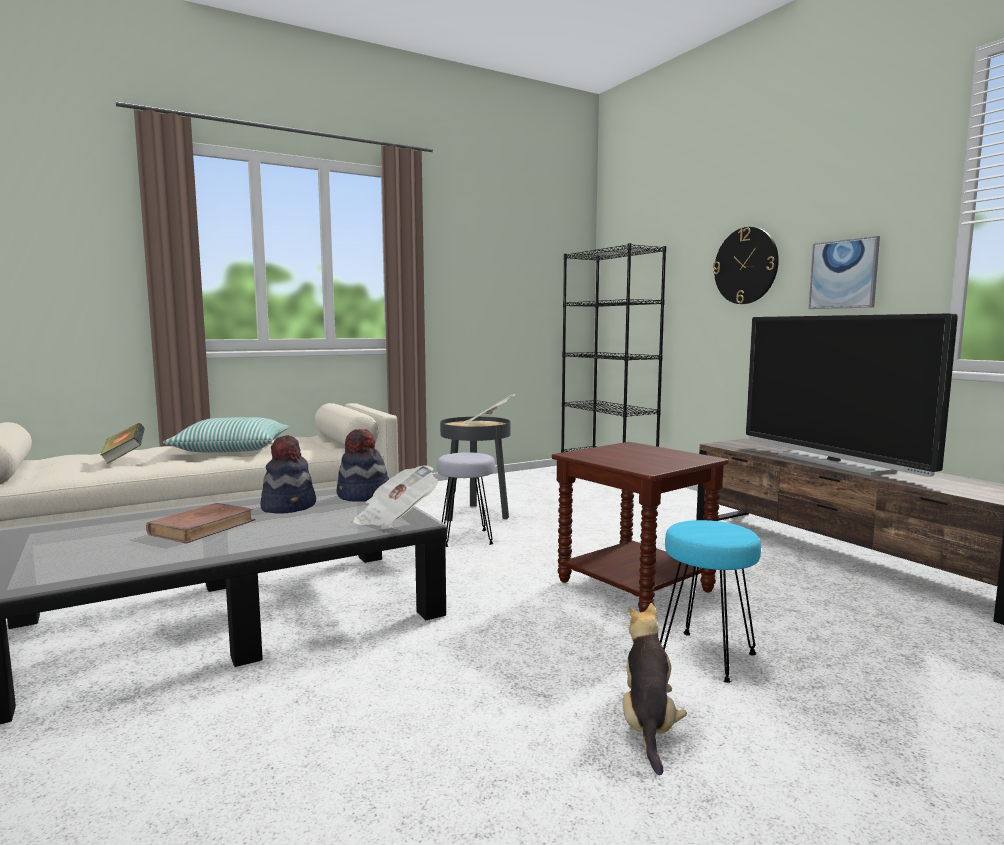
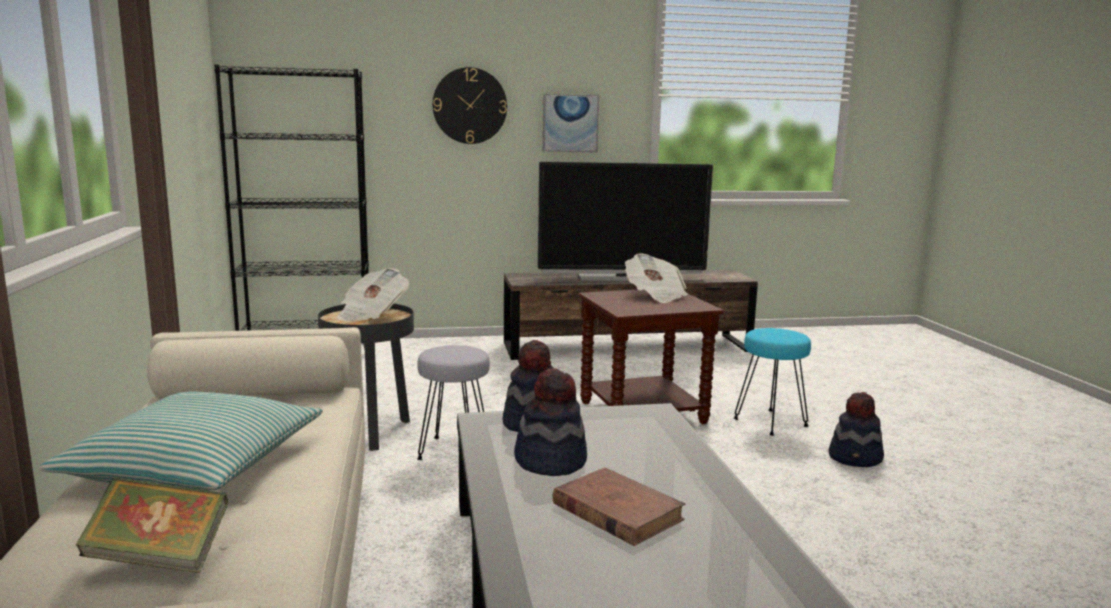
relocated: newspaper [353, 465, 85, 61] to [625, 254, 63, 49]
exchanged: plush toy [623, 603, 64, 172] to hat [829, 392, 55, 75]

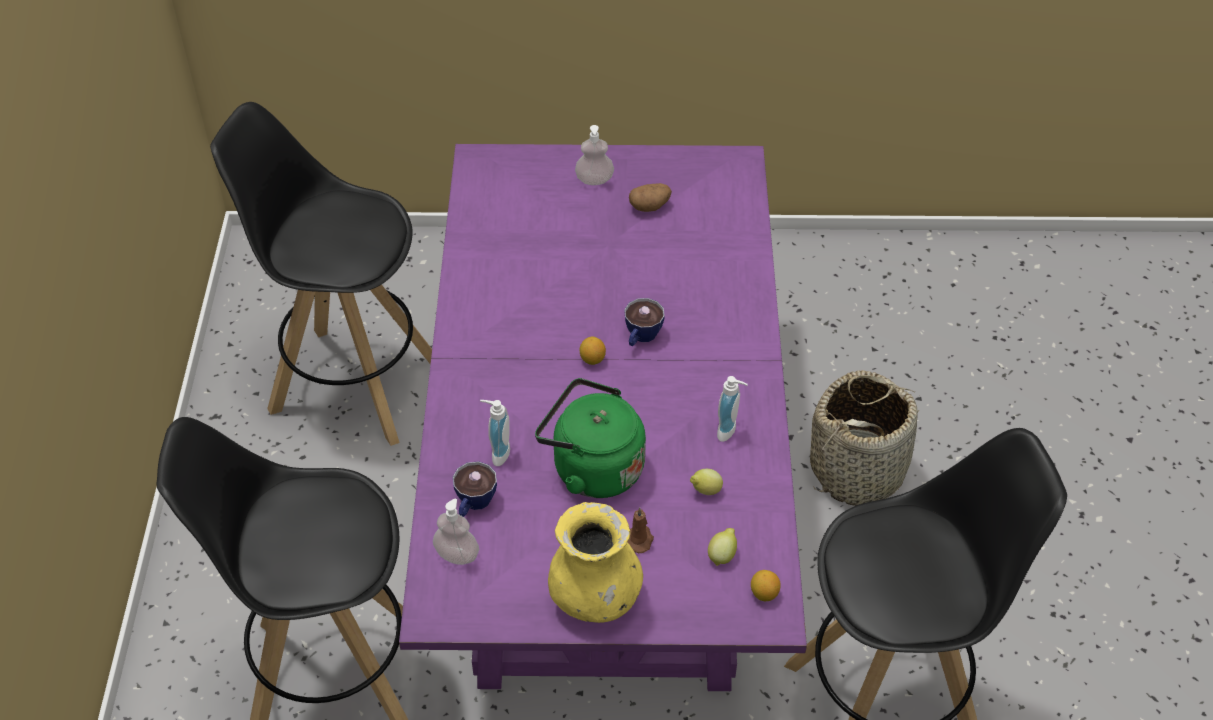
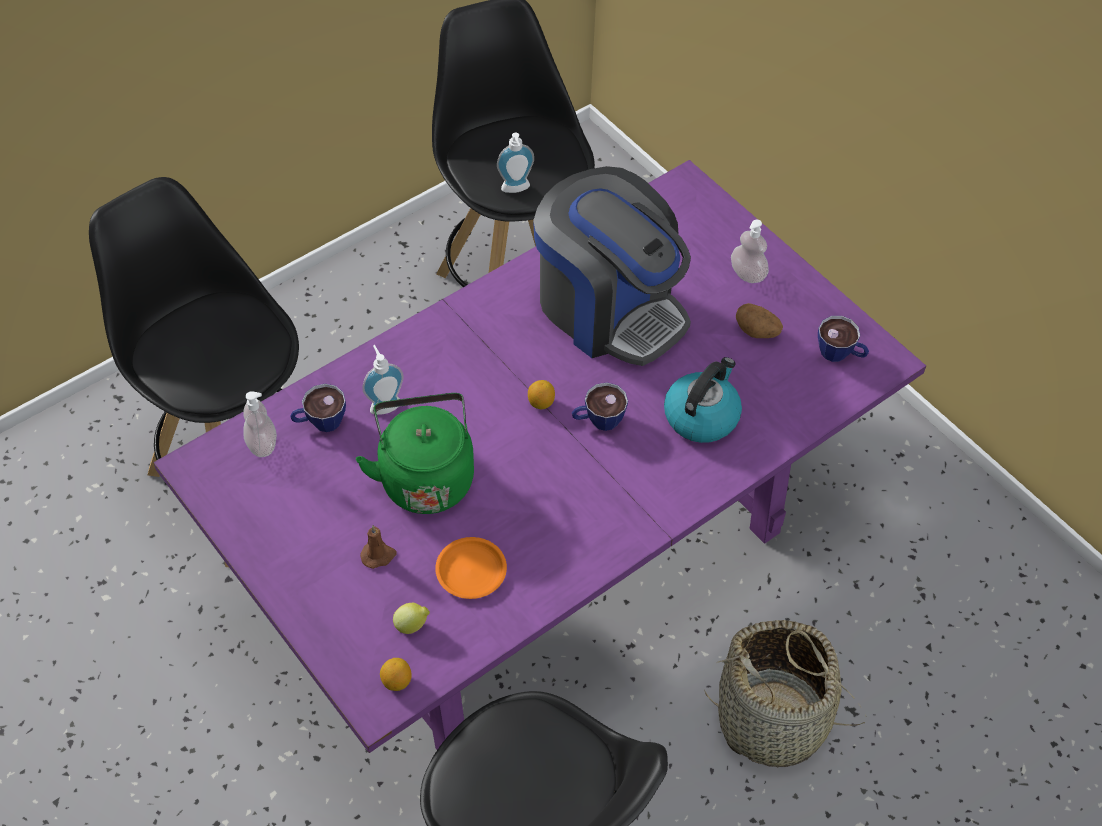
missing: yellow vase [548, 502, 95, 121]
appeared: coffee machine [533, 166, 158, 200]; cup [818, 316, 51, 46]; kettle [664, 357, 78, 86]
relocated: soap dispenser [717, 376, 31, 66] to [497, 133, 37, 60]
exchanged: lemon [690, 469, 33, 26] to orange plate [435, 537, 72, 62]

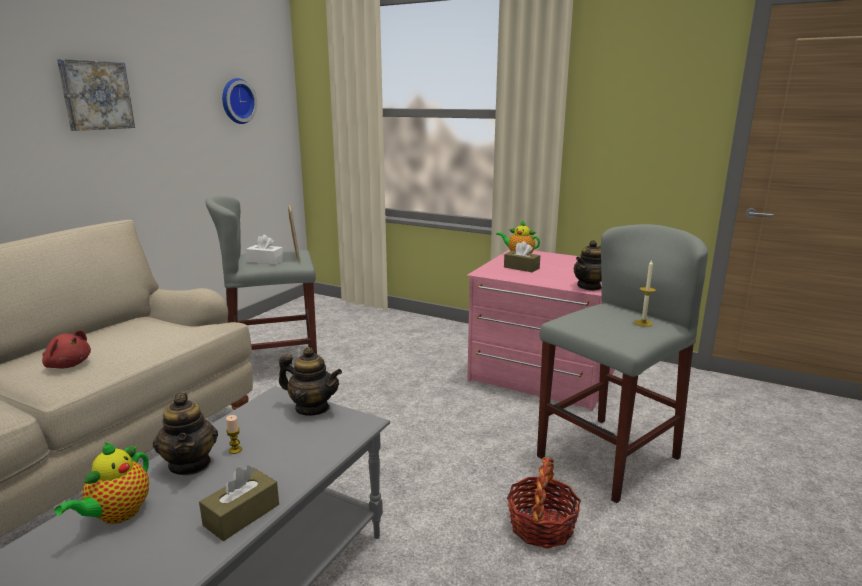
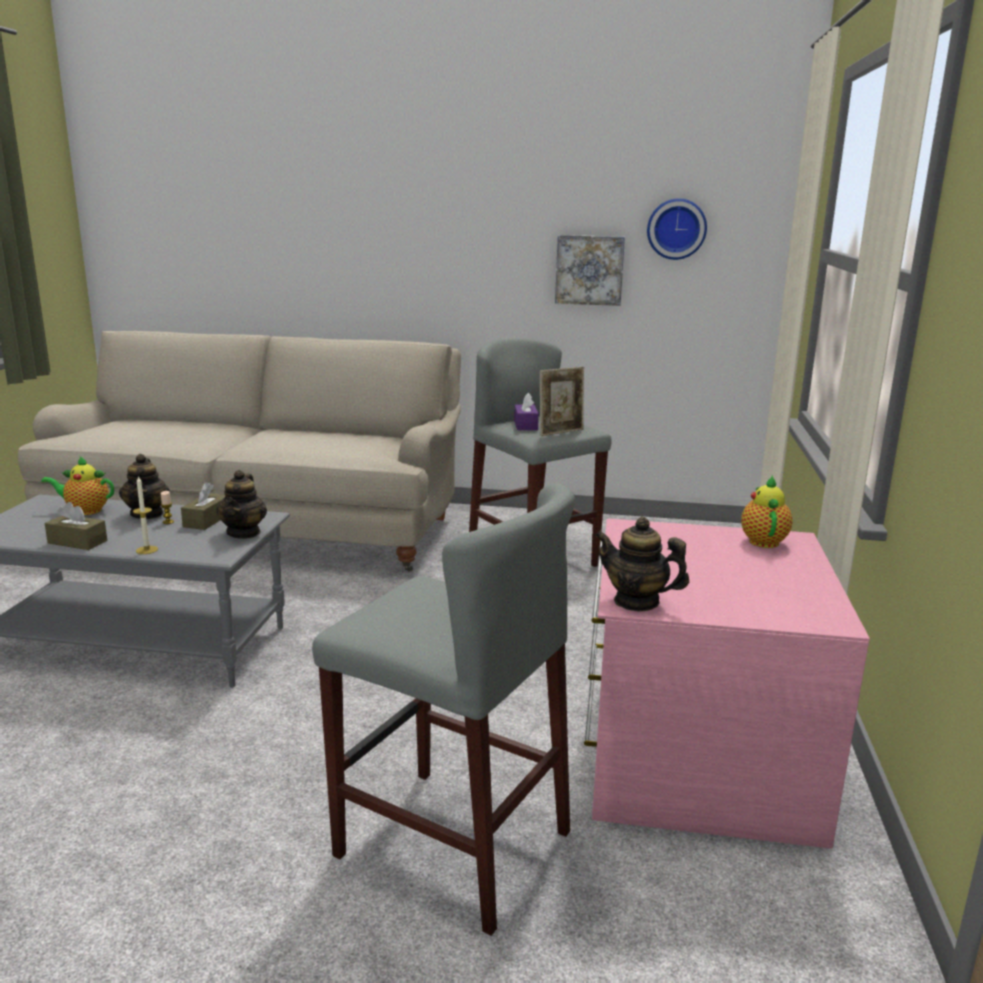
missing: red plush toy [42, 330, 49, 38]; basket [507, 458, 74, 91]
relocated: picture [57, 59, 78, 72] to [555, 235, 70, 71]; brown tissue box [504, 241, 36, 31] to [181, 482, 44, 48]; candle [634, 260, 22, 67] to [133, 476, 25, 78]
colour: white tissue box [246, 234, 38, 31] to purple tissue box [514, 393, 25, 37]
spun: teapot [153, 392, 65, 83] = [119, 454, 51, 65] 60 degrees counterclockwise

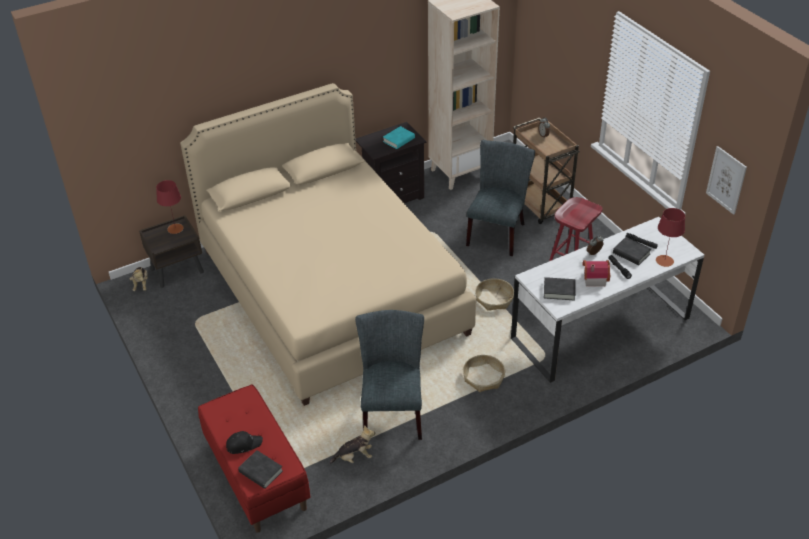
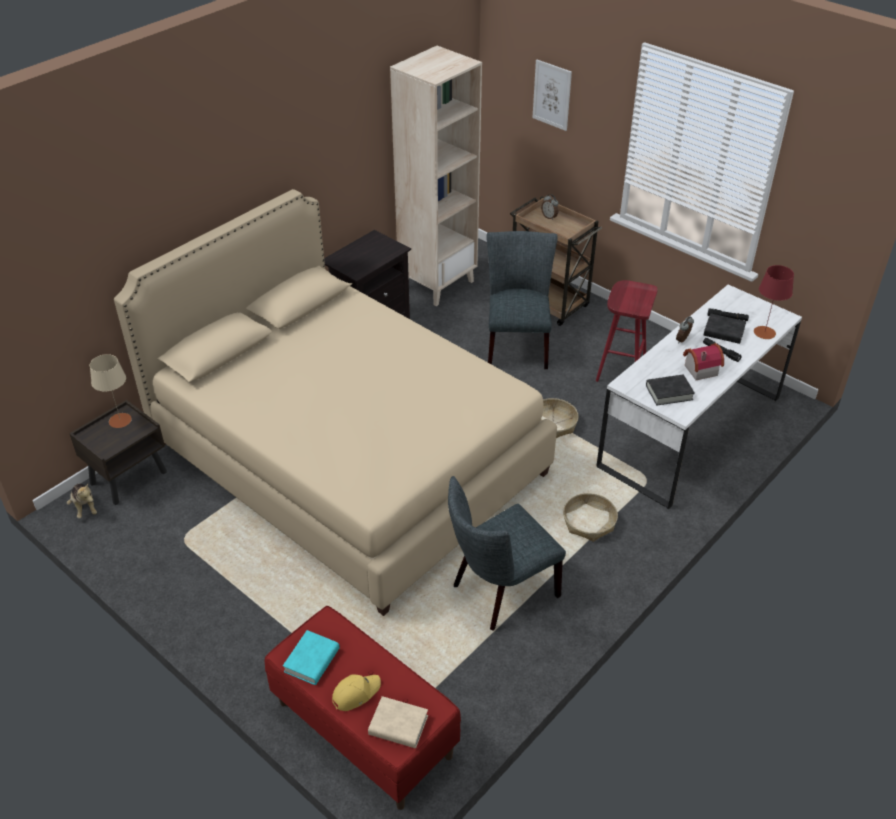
missing: plush toy [329, 425, 46, 39]
relocated: turquoise book [383, 126, 32, 23] to [283, 630, 57, 55]; picture [706, 146, 41, 69] to [532, 59, 40, 72]
colour: red table lamp [156, 180, 28, 54] to beige table lamp [90, 354, 42, 74]; black cap [226, 431, 37, 23] to yellow cap [332, 675, 49, 36]; black book [238, 450, 45, 39] to beige book [368, 696, 60, 52]
spun: grey chair [355, 310, 69, 130] = [448, 476, 118, 155] 105 degrees counterclockwise

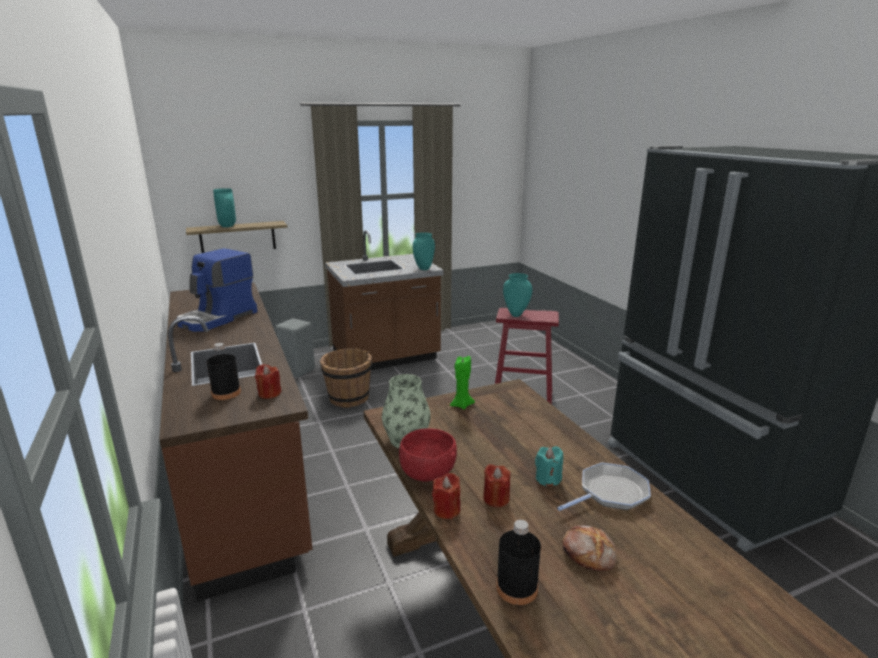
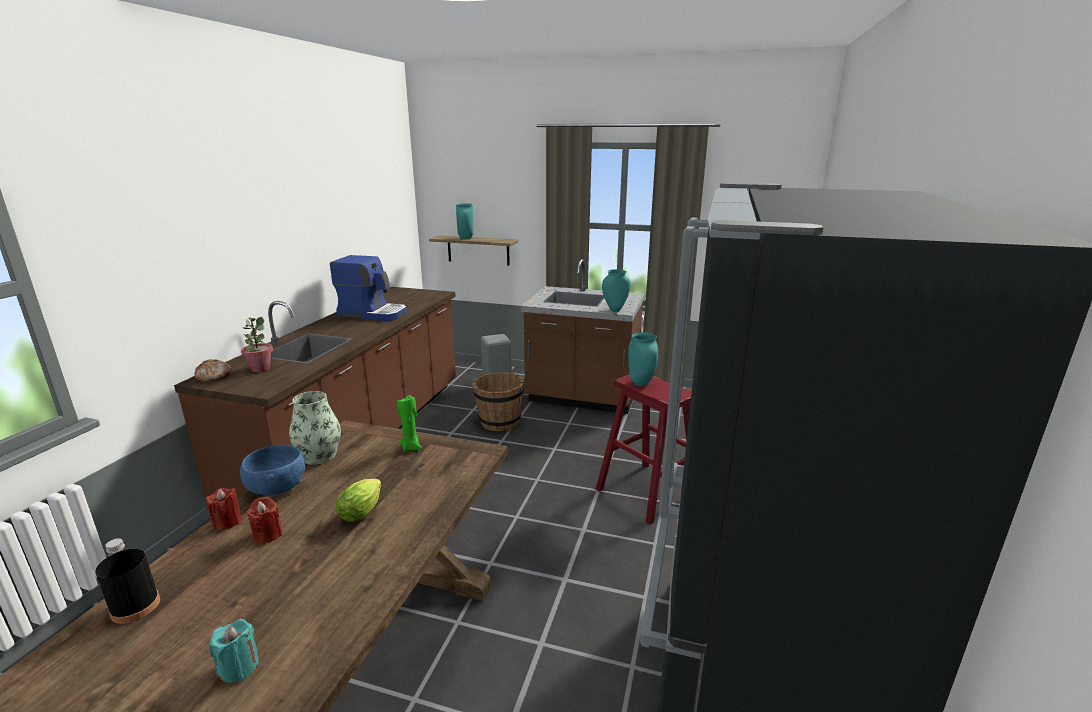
missing: red candle [255, 364, 27, 35]; frying pan [557, 462, 94, 49]
appeared: lettuce [336, 479, 45, 43]
relocated: turquoise candle [535, 446, 28, 41] to [209, 619, 50, 64]; bread [562, 526, 55, 45] to [195, 359, 36, 23]
exchanged: black bottle [207, 343, 34, 57] to potted plant [241, 317, 32, 55]
colour: red bowl [399, 428, 58, 53] to blue bowl [240, 445, 65, 50]
spun: coffee machine [177, 248, 81, 84] = [330, 255, 77, 66] 150 degrees counterclockwise

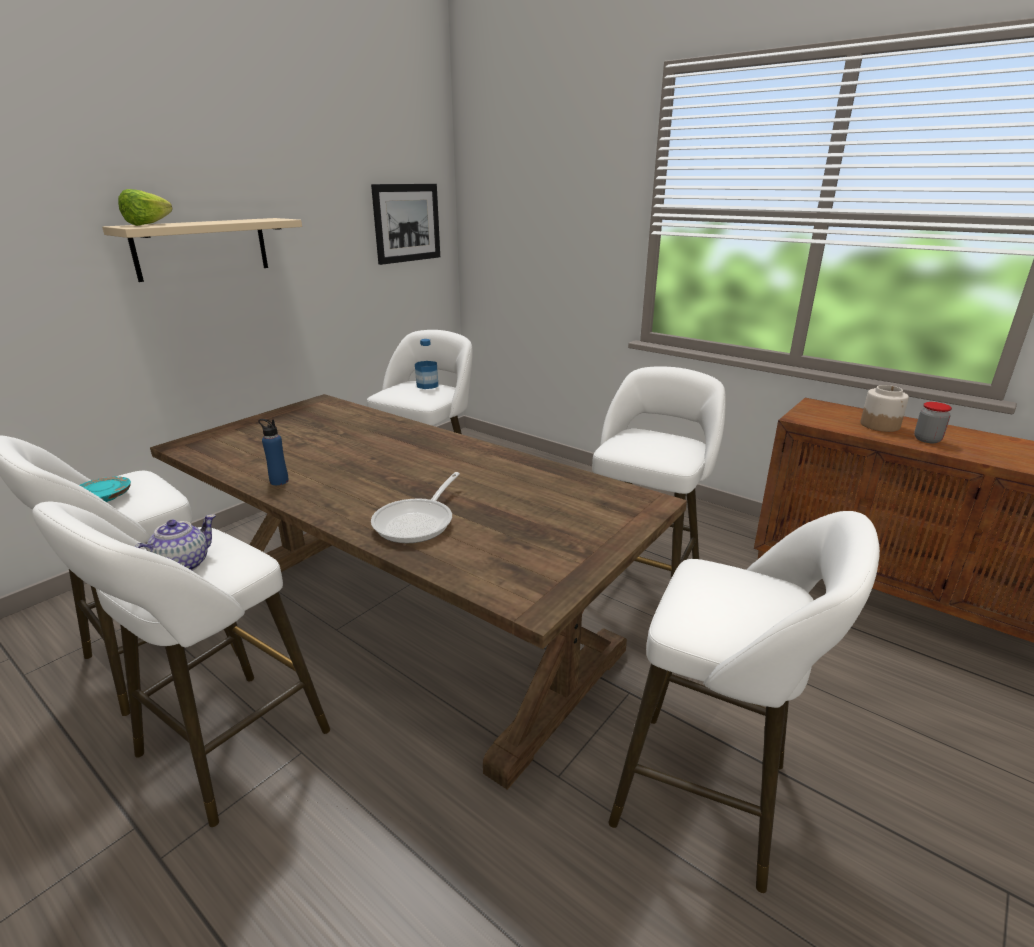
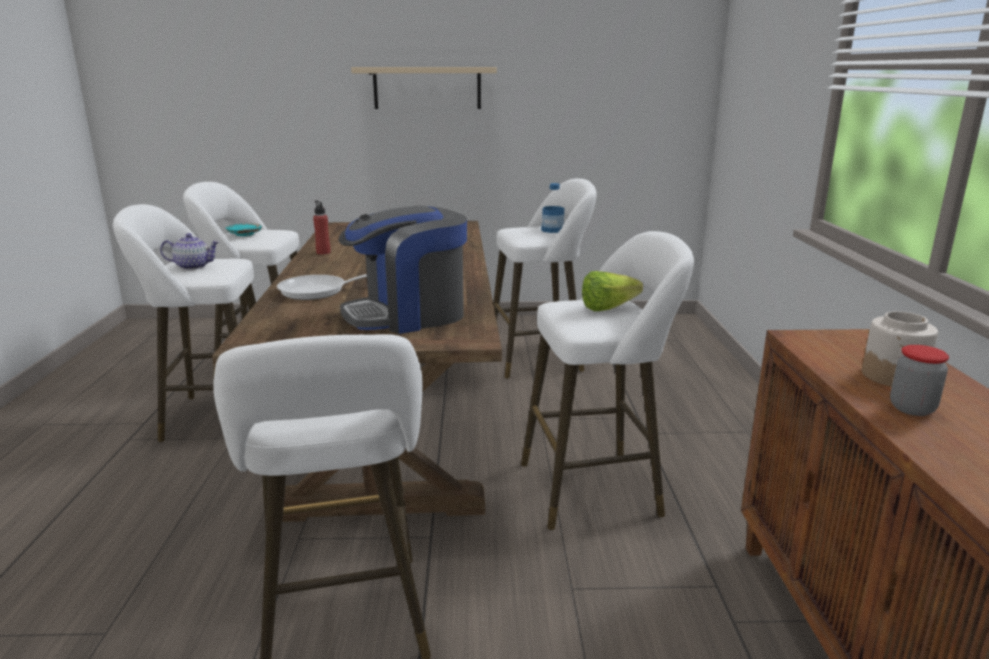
missing: picture [371, 184, 69, 81]
appeared: coffee machine [339, 205, 128, 129]
relocated: lettuce [118, 189, 54, 37] to [582, 271, 61, 40]
colour: blue bottle [258, 419, 31, 66] to red bottle [313, 200, 18, 54]

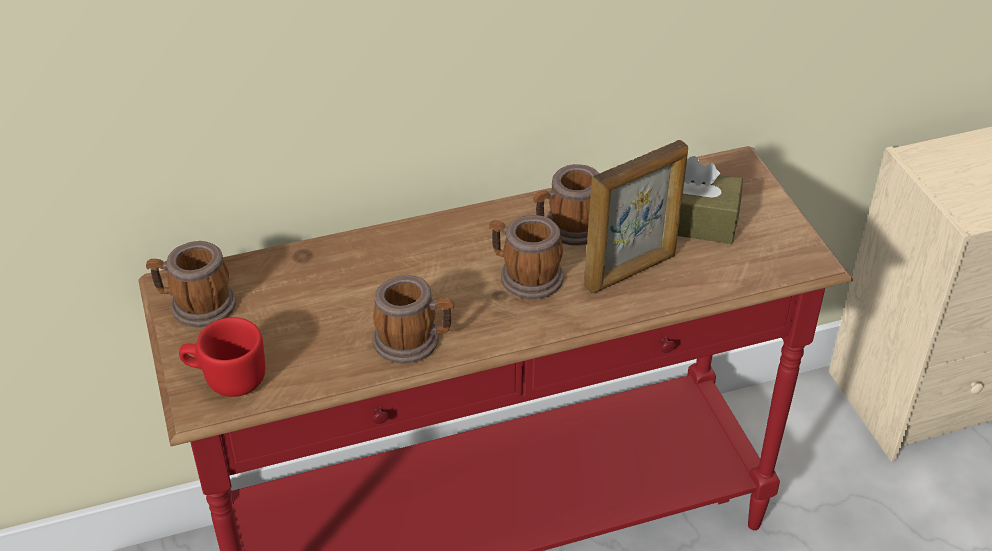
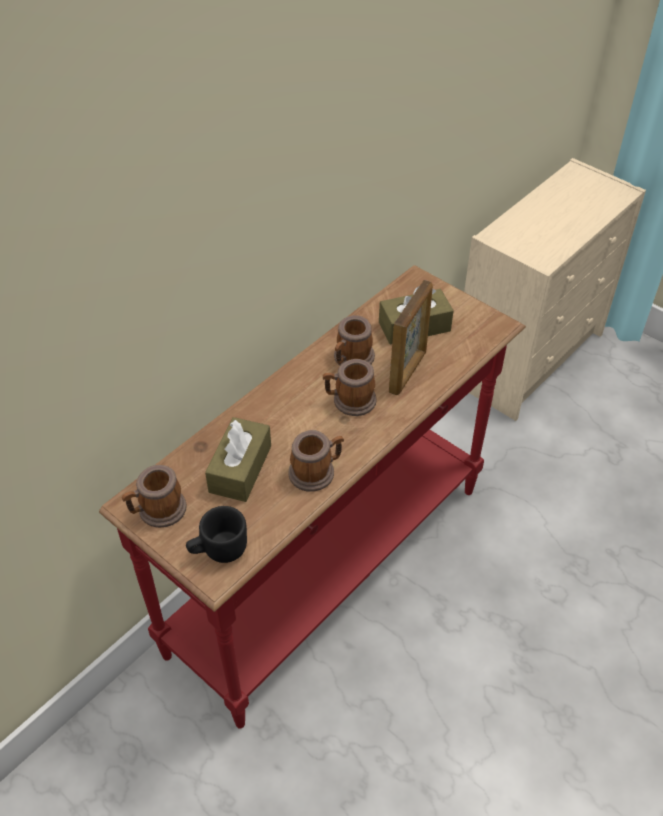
appeared: brown tissue box [205, 417, 66, 85]
colour: red mug [179, 317, 86, 80] to black mug [186, 506, 61, 57]

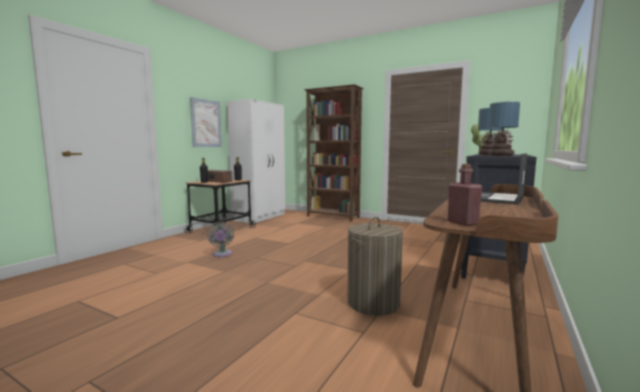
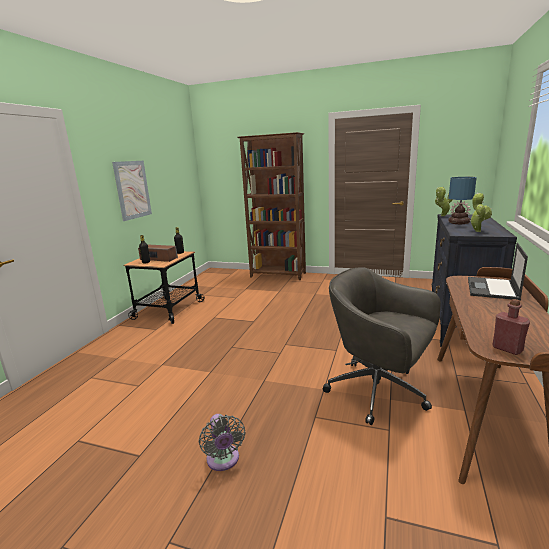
missing: white wardrobe [227, 99, 58, 125]
relocated: grey fan [207, 221, 27, 36] to [199, 414, 46, 57]
exchanged: table lamp [488, 102, 32, 54] to potted plant [470, 193, 22, 39]; laundry basket [347, 217, 56, 99] to grey office chair [323, 267, 118, 158]

